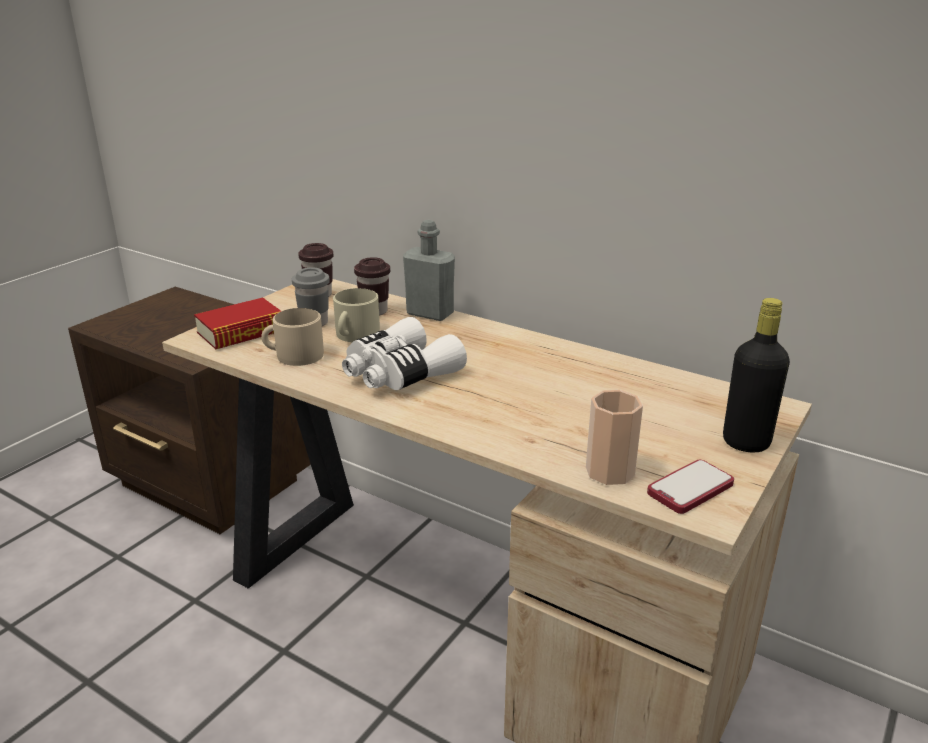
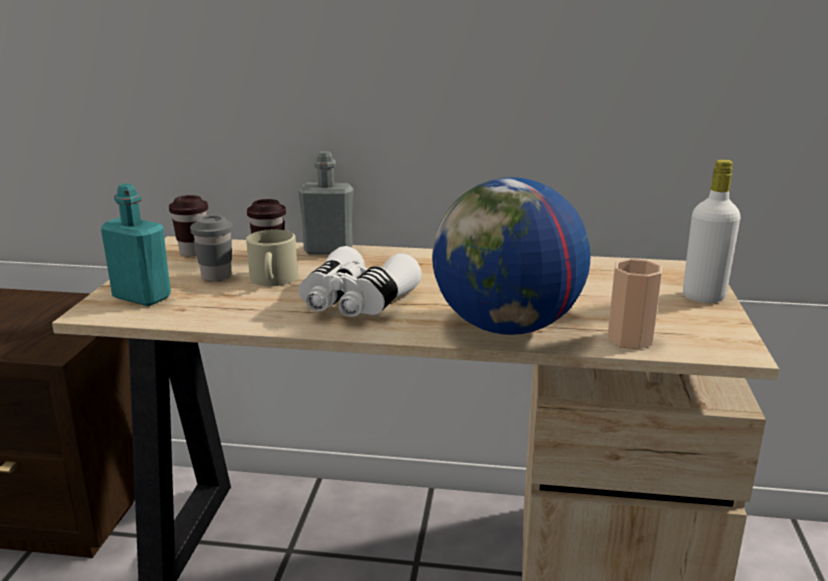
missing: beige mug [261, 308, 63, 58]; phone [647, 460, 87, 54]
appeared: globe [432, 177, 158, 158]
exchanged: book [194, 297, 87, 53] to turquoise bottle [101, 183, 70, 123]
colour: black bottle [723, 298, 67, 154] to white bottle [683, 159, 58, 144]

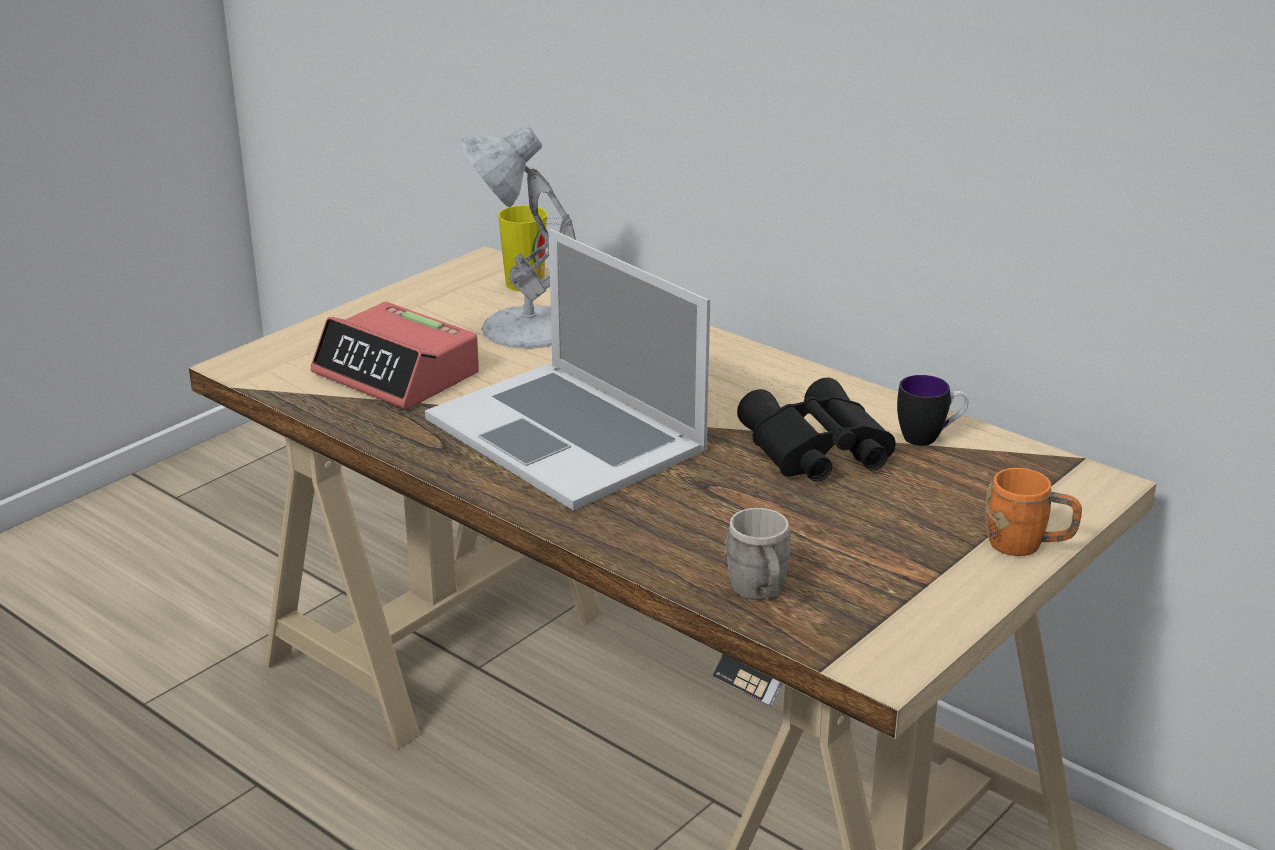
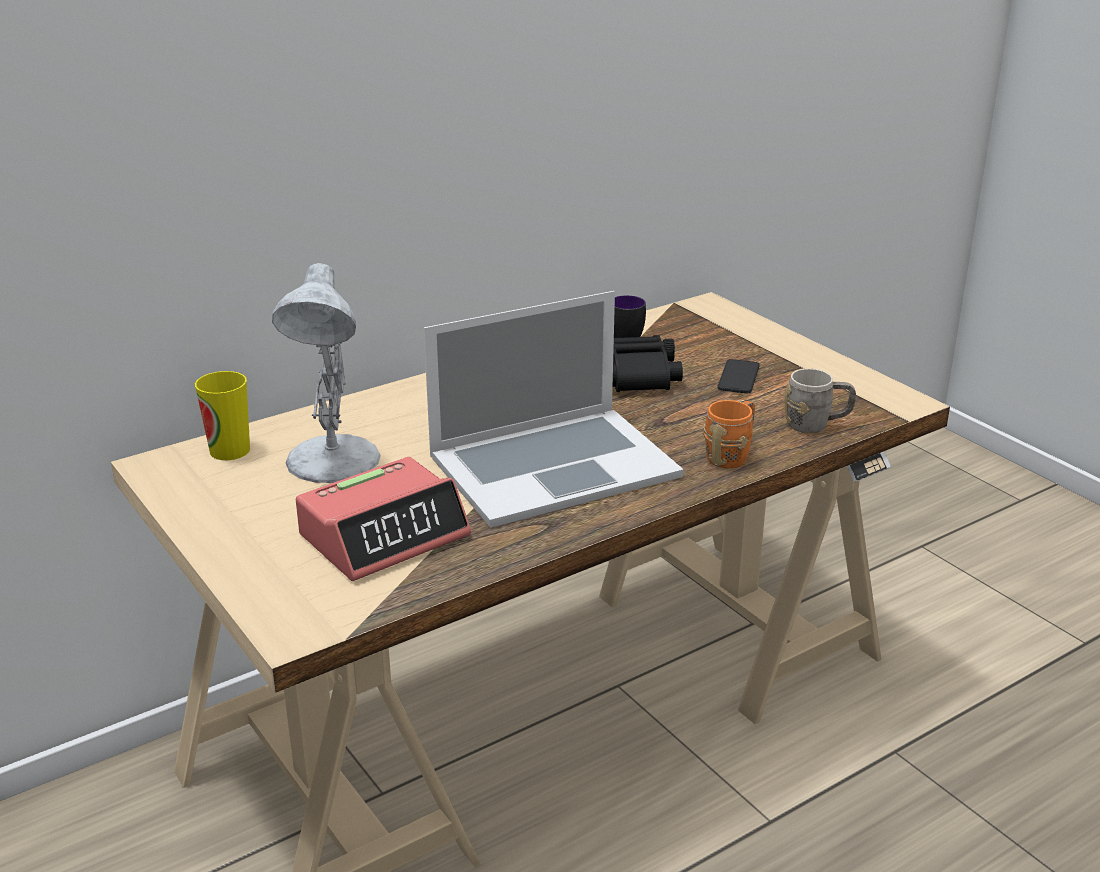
appeared: phone [717, 359, 43, 34]
relocated: orange mug [985, 468, 97, 88] to [703, 400, 52, 68]

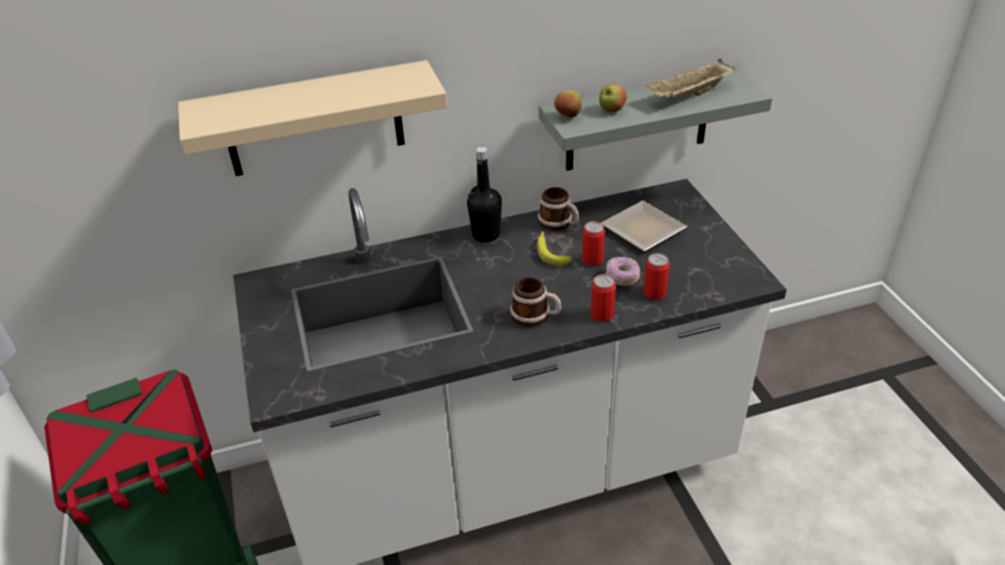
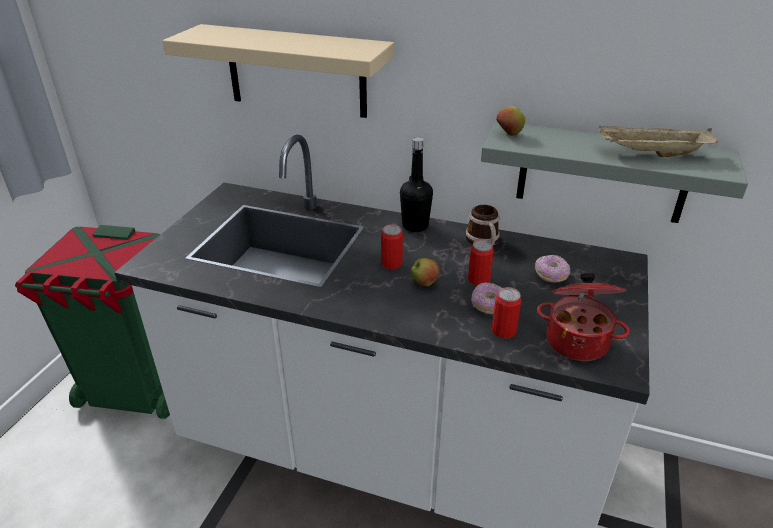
missing: banana [537, 231, 35, 35]; mug [510, 277, 51, 50]
appeared: cooking pot [537, 273, 93, 88]
relocated: apple [599, 84, 28, 28] to [411, 258, 29, 28]; can [591, 274, 25, 48] to [381, 224, 22, 45]
exchanged: plate [601, 201, 86, 50] to donut [535, 255, 35, 28]

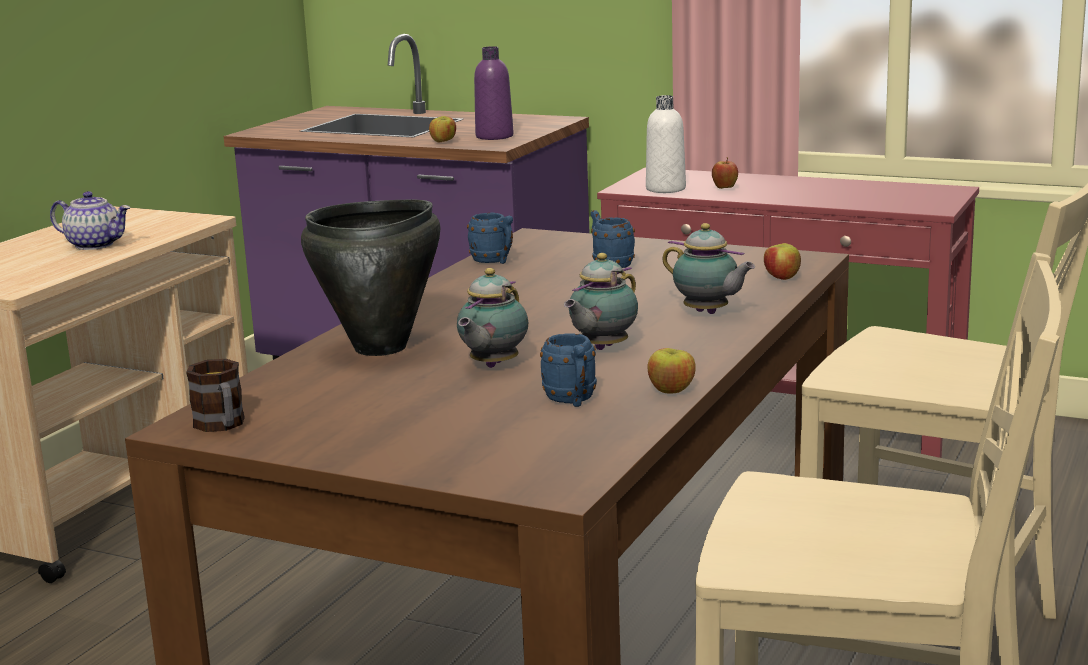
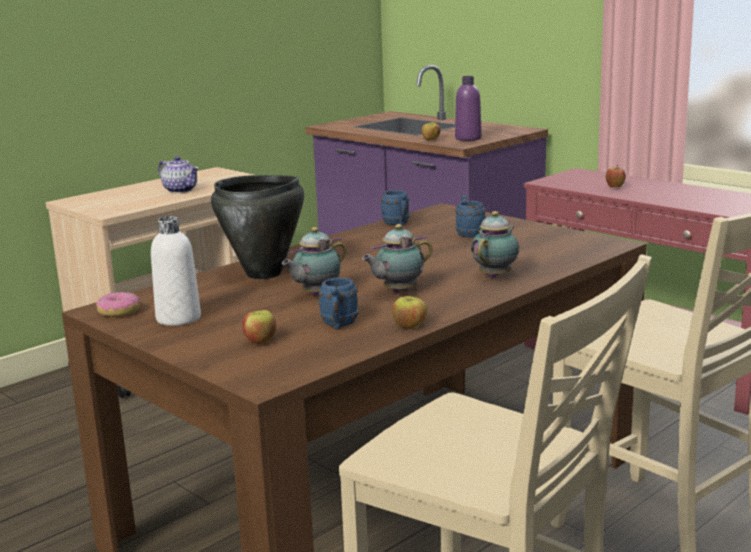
relocated: white bottle [646, 95, 40, 98] to [151, 216, 50, 110]; apple [764, 243, 37, 37] to [242, 310, 34, 34]
exchanged: mug [186, 359, 59, 73] to donut [96, 292, 44, 25]
spun: teapot [663, 223, 92, 91] = [471, 211, 48, 67] 120 degrees counterclockwise

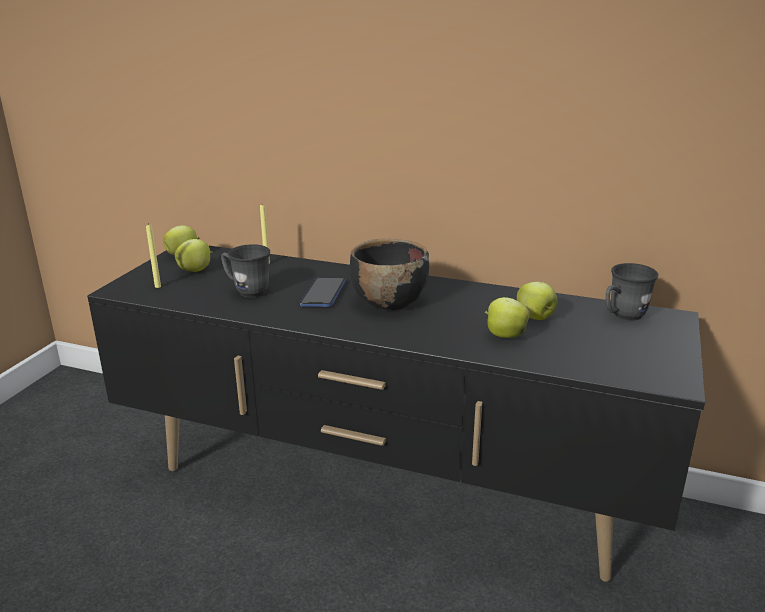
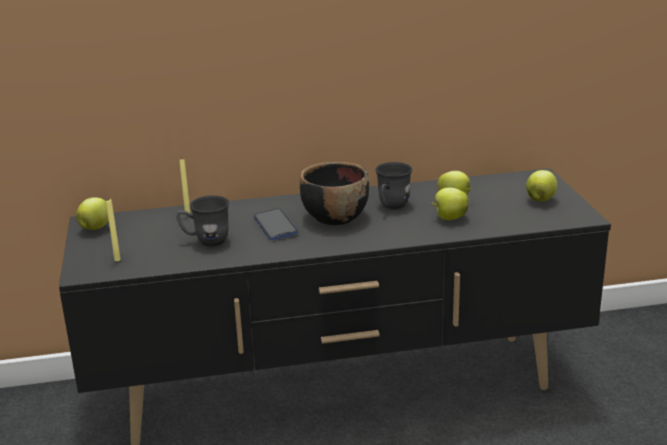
relocated: apple [175, 239, 38, 33] to [526, 170, 31, 32]; grey mug [605, 263, 53, 58] to [376, 162, 36, 47]

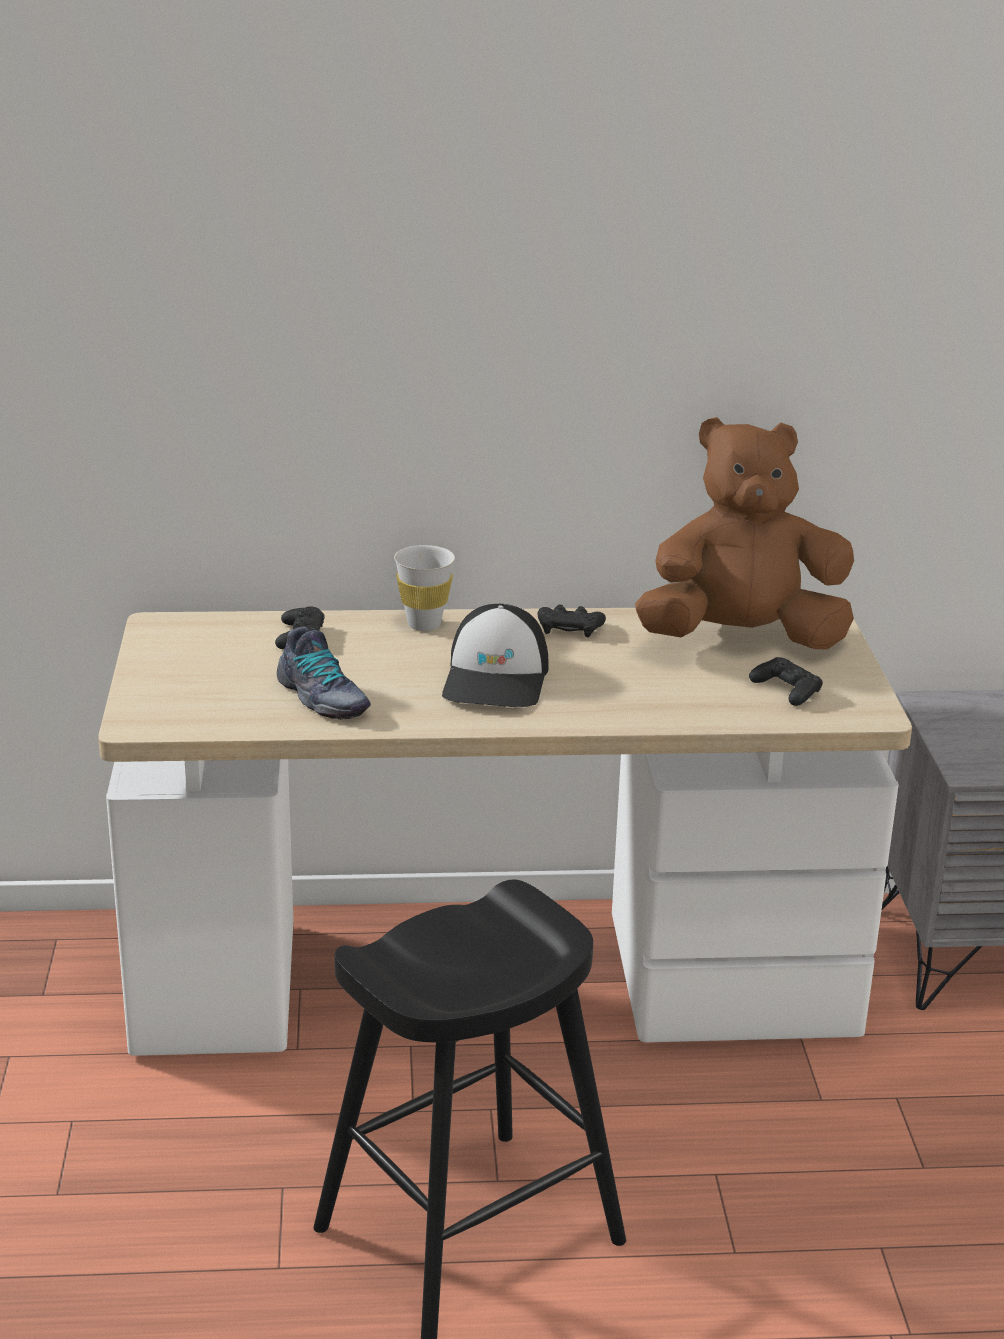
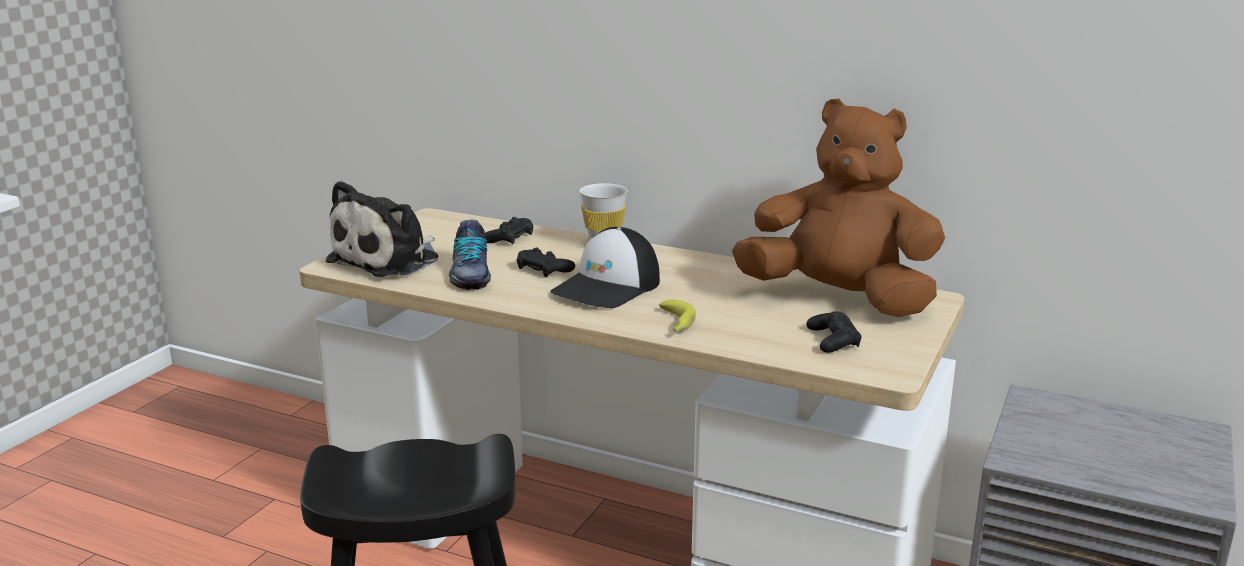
appeared: plush toy [326, 181, 112, 96]; banana [659, 300, 37, 32]
relocated: black game controller [538, 604, 68, 34] to [517, 247, 58, 30]

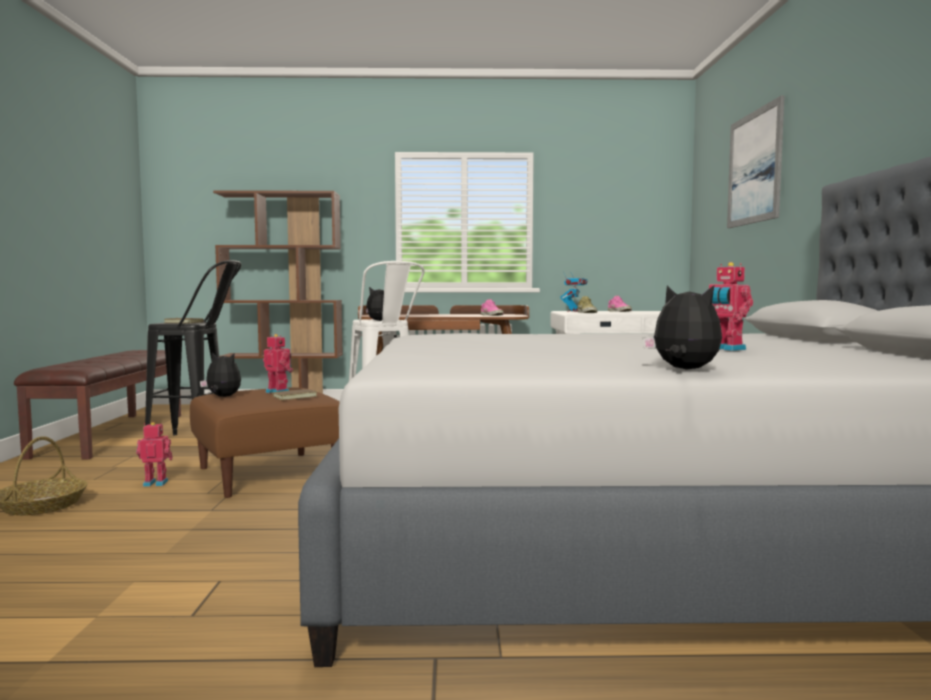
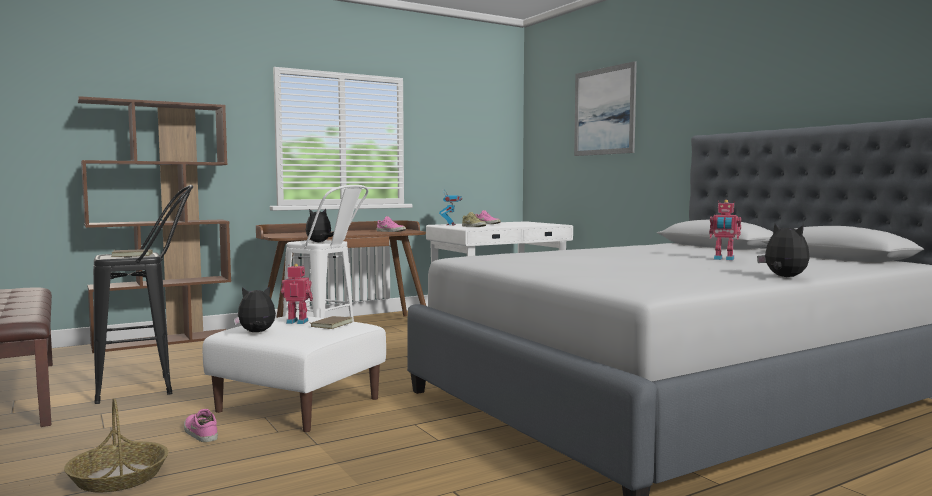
exchanged: toy robot [136, 422, 37, 65] to pink shoe [184, 409, 34, 33]
colour: brown ottoman [190, 388, 150, 110] to white ottoman [203, 316, 183, 116]
spun: plush toy [643, 286, 79, 84] = [757, 223, 53, 54] 45 degrees clockwise

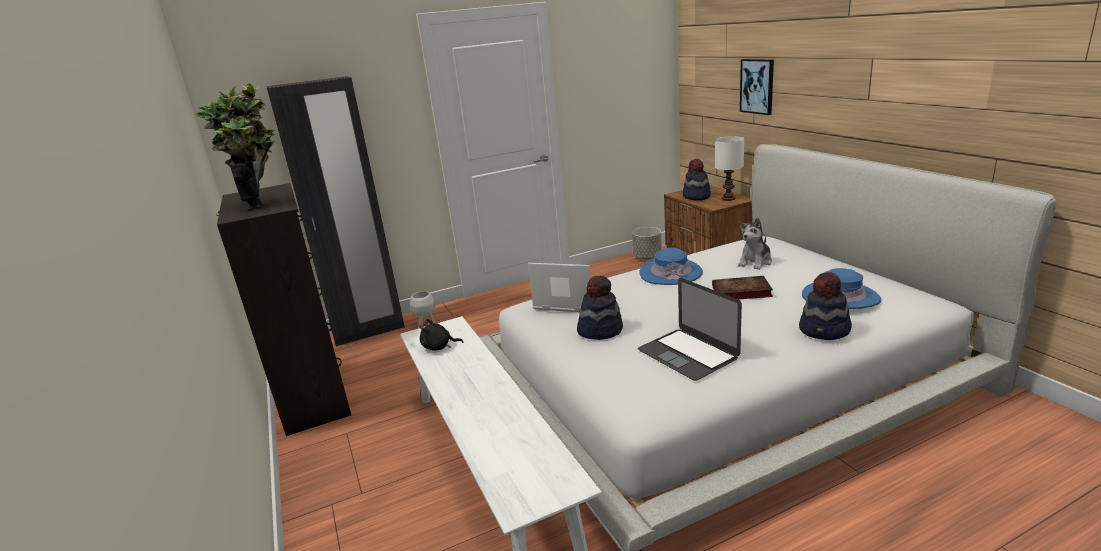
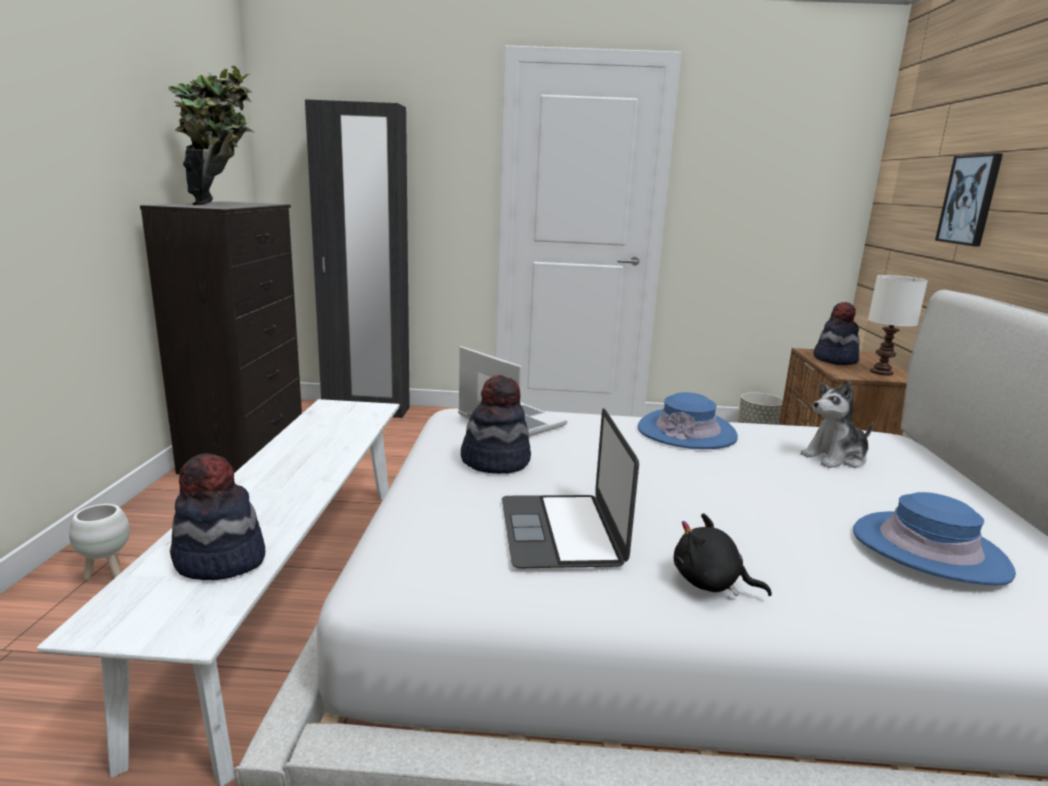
missing: book [712, 276, 61, 24]
relocated: hat [799, 272, 53, 68] to [170, 453, 95, 127]; white planter [410, 291, 26, 37] to [69, 504, 61, 76]; black plush toy [419, 319, 45, 32] to [674, 513, 98, 83]

